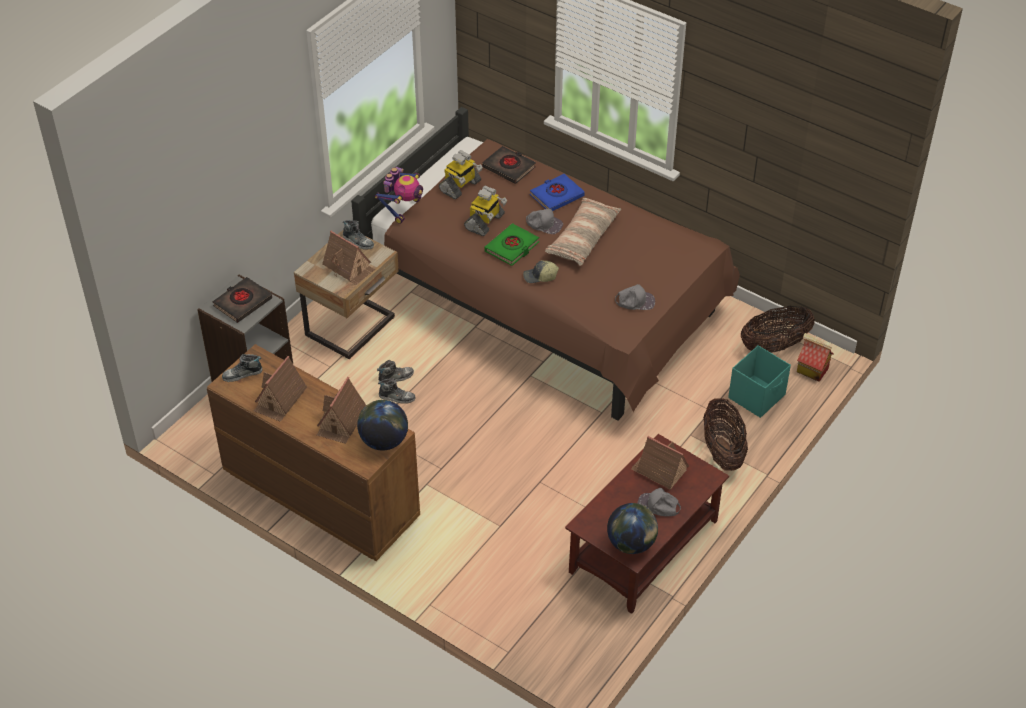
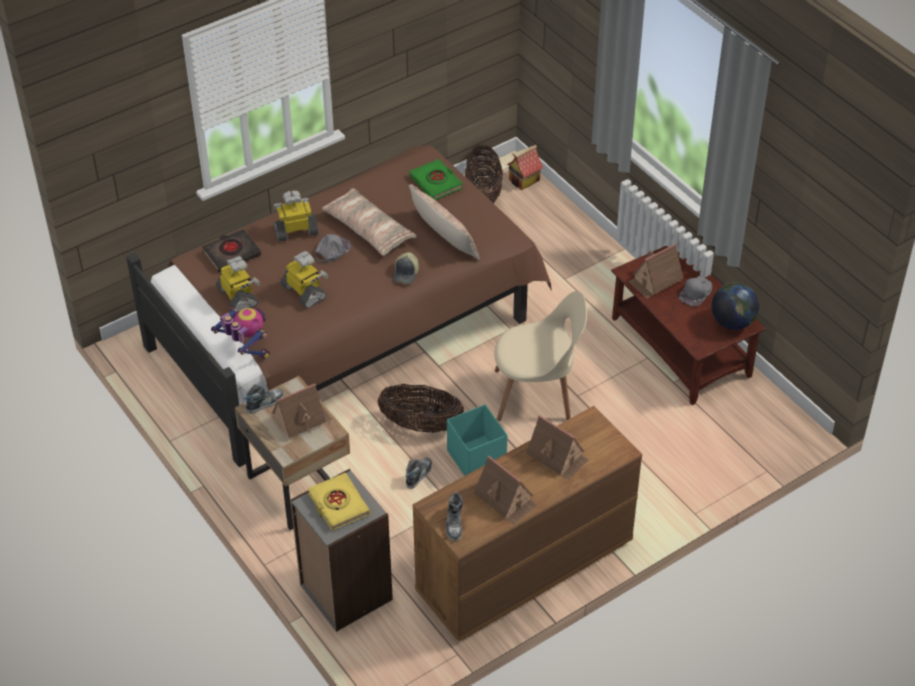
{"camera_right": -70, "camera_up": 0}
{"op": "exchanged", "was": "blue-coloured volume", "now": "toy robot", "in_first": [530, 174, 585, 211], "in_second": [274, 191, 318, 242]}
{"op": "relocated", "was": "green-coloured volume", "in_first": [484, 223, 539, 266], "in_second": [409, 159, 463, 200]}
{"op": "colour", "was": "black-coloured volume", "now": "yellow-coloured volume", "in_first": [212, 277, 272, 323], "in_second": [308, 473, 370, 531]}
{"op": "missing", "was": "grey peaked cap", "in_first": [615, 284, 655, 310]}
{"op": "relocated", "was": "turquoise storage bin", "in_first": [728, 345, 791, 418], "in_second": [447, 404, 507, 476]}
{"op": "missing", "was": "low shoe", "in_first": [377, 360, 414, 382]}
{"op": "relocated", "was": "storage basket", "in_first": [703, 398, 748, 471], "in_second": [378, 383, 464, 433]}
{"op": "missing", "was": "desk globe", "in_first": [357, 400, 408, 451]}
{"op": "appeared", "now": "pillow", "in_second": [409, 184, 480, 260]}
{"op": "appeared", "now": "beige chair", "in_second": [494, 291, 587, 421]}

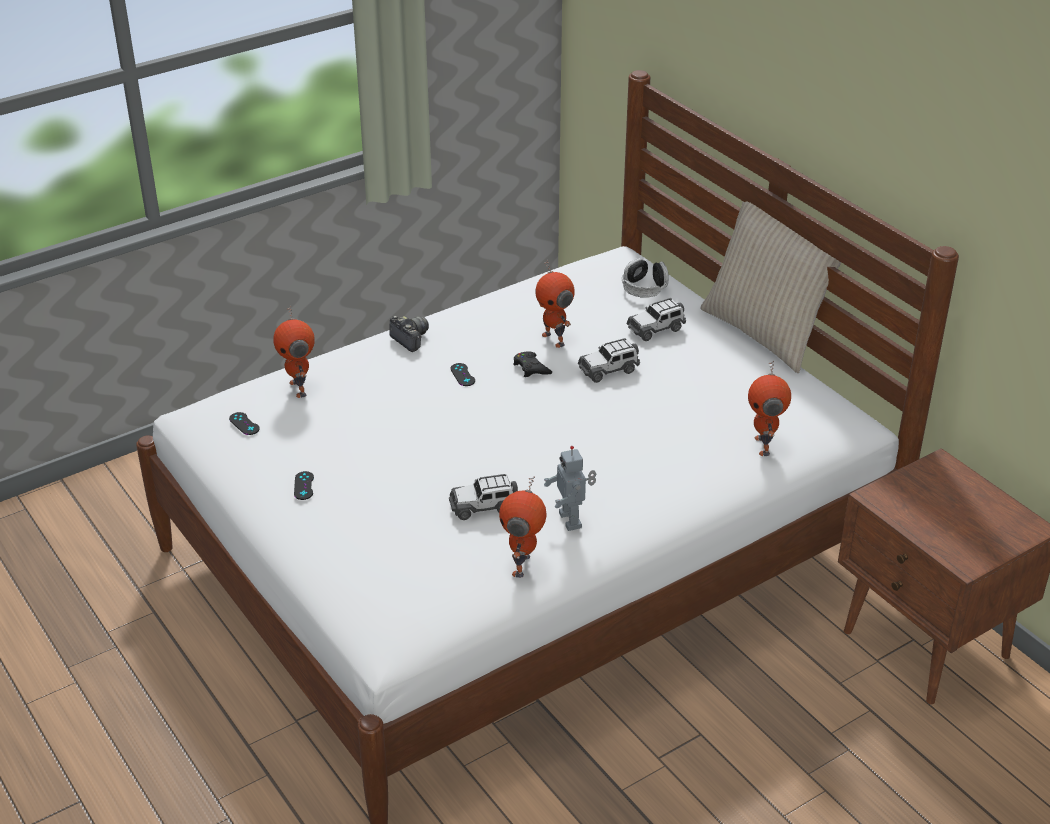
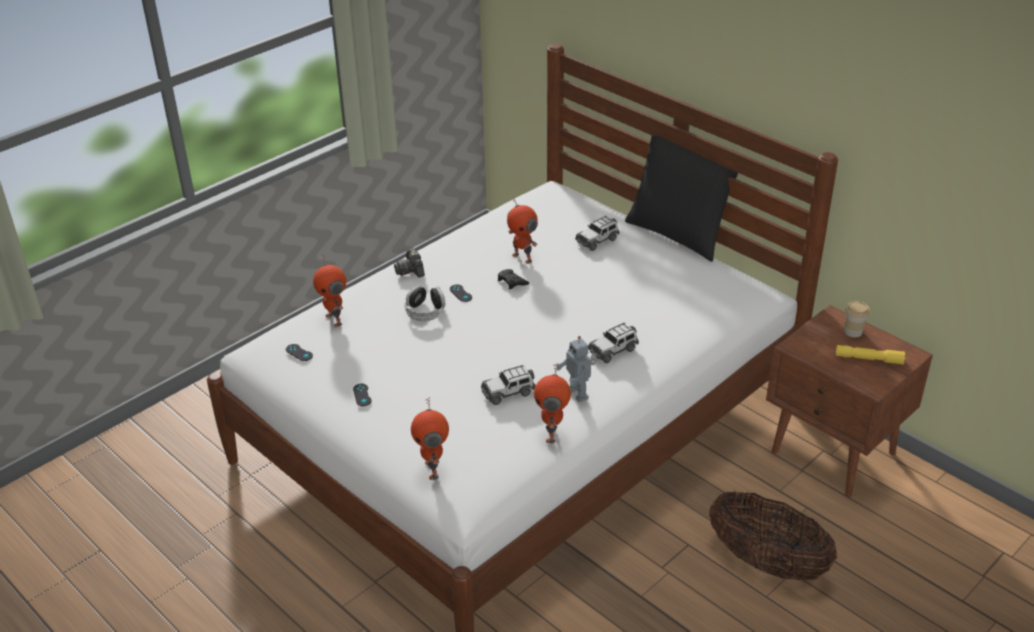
{"camera_right": -10, "camera_up": 0}
{"op": "colour", "was": "beige pillow", "now": "black-coloured pillow", "in_first": [700, 202, 841, 373], "in_second": [625, 136, 738, 262]}
{"op": "relocated", "was": "headphones", "in_first": [622, 258, 669, 297], "in_second": [404, 285, 445, 321]}
{"op": "spun", "was": "photo camera", "in_first": [389, 316, 429, 352], "in_second": [394, 248, 425, 278], "clockwise": -150}
{"op": "relocated", "was": "toy car", "in_first": [578, 338, 640, 383], "in_second": [588, 323, 639, 363]}
{"op": "relocated", "was": "toy robot", "in_first": [748, 361, 791, 456], "in_second": [411, 397, 449, 480]}
{"op": "appeared", "now": "small cup", "in_second": [844, 301, 870, 337]}
{"op": "appeared", "now": "yellow-coloured hand torch", "in_second": [836, 345, 905, 365]}
{"op": "appeared", "now": "storage basket", "in_second": [709, 491, 837, 580]}

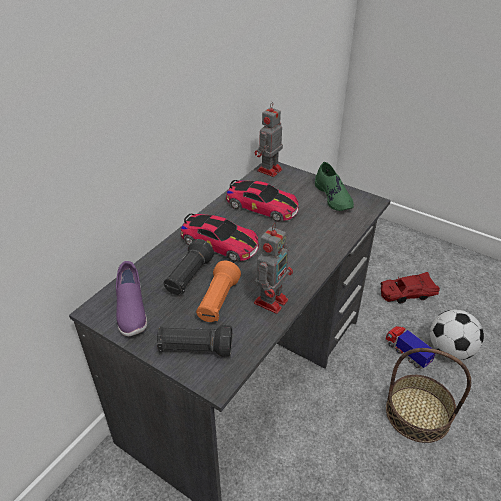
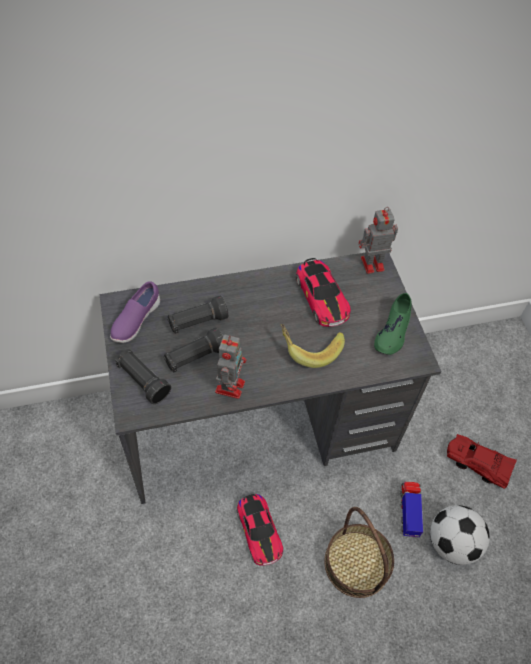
{"camera_right": 40, "camera_up": 15}
{"op": "relocated", "was": "toy car", "in_first": [181, 214, 259, 262], "in_second": [237, 494, 283, 566]}
{"op": "spun", "was": "toy robot", "in_first": [254, 223, 293, 314], "in_second": [215, 335, 246, 399], "clockwise": -60}
{"op": "colour", "was": "orangey hand torch", "now": "black-coloured hand torch", "in_first": [196, 261, 241, 322], "in_second": [164, 328, 223, 373]}
{"op": "appeared", "now": "banana fruit", "in_second": [281, 324, 345, 368]}

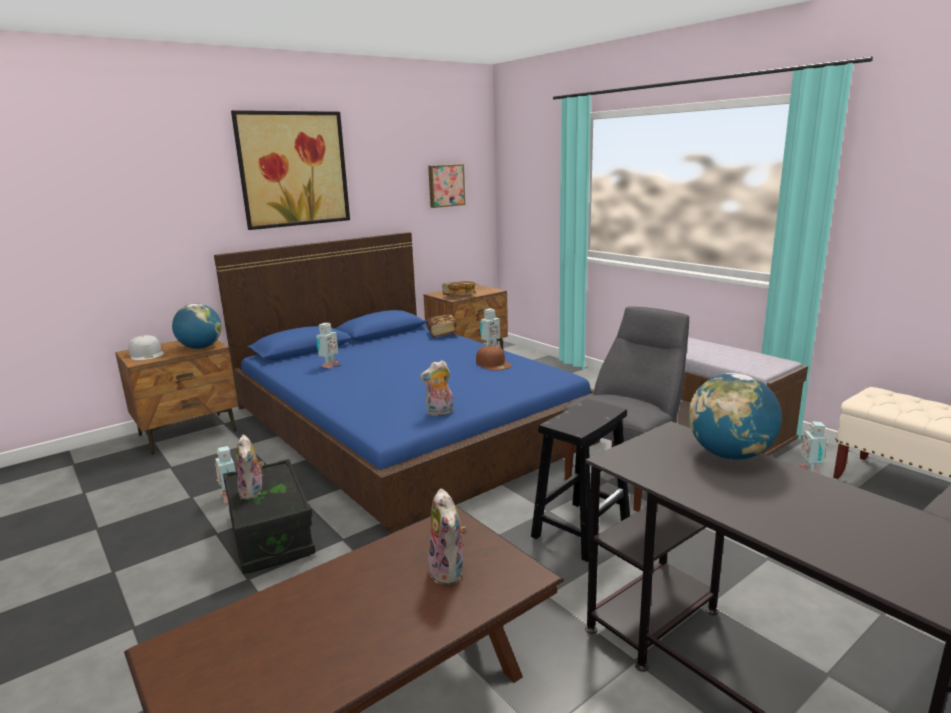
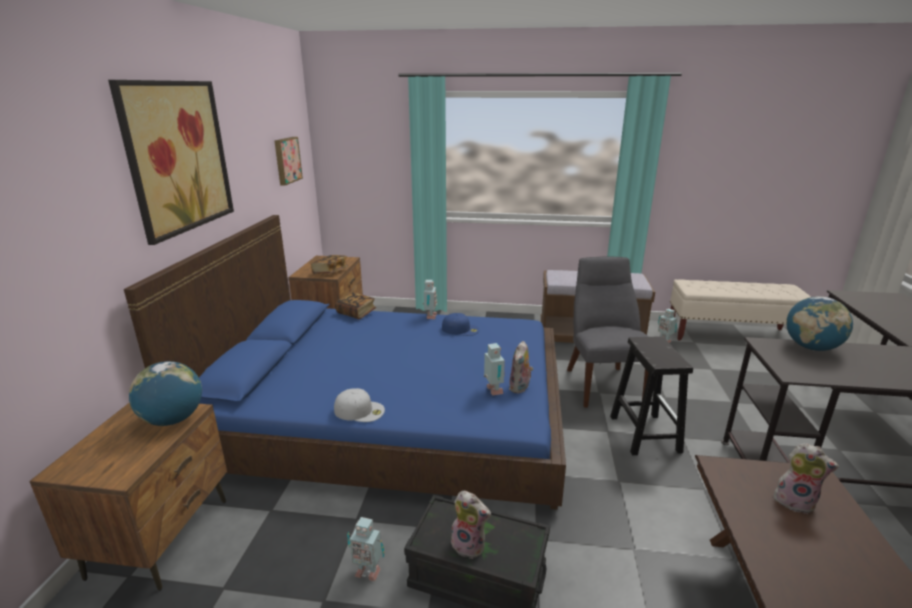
{"camera_right": -45, "camera_up": 5}
{"op": "relocated", "was": "toy robot", "in_first": [316, 323, 339, 368], "in_second": [484, 343, 505, 396]}
{"op": "relocated", "was": "white-coloured peaked cap", "in_first": [128, 335, 164, 361], "in_second": [334, 388, 385, 422]}
{"op": "colour", "was": "brown peaked cap", "now": "blue-coloured peaked cap", "in_first": [476, 345, 512, 371], "in_second": [442, 313, 479, 336]}

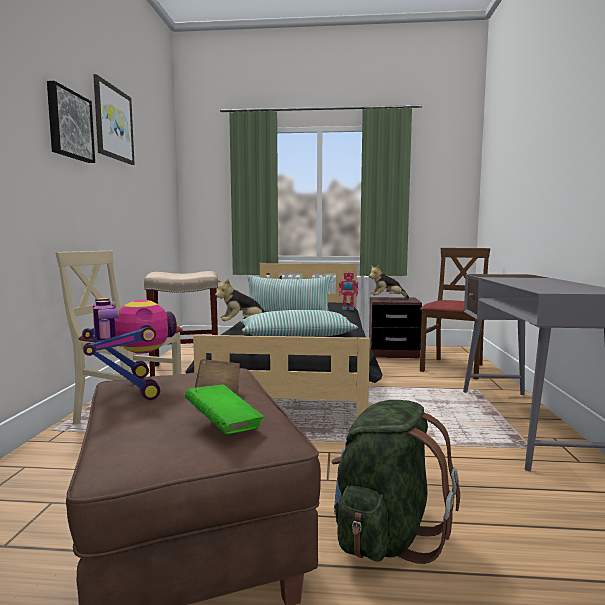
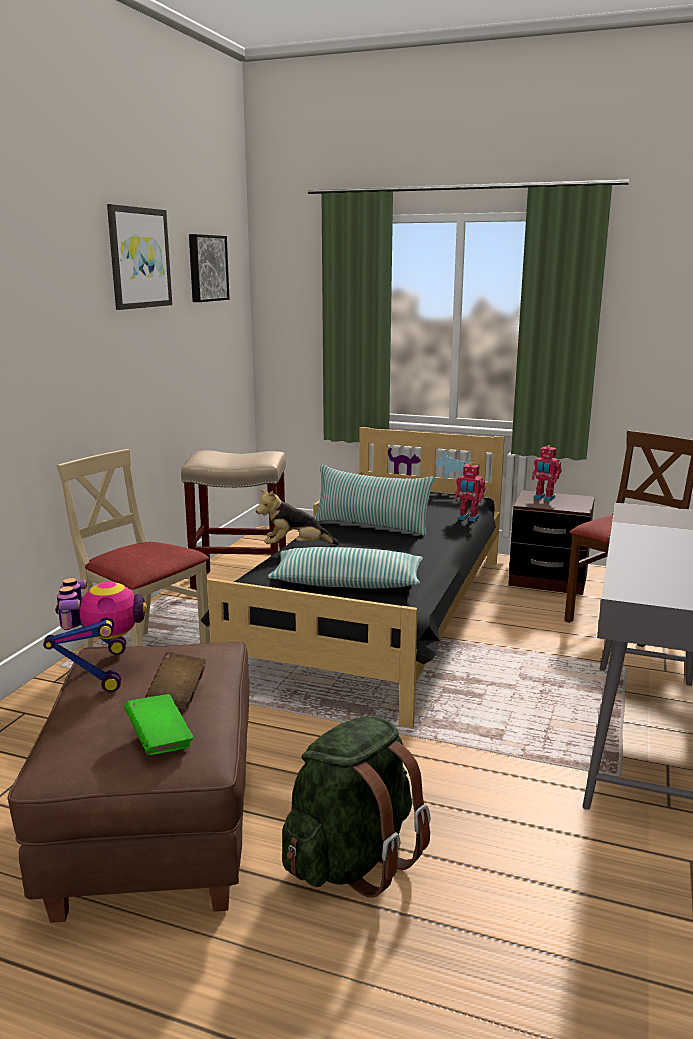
{"camera_right": 15, "camera_up": 10}
{"op": "relocated", "was": "wall art", "in_first": [47, 81, 95, 163], "in_second": [189, 234, 230, 302]}
{"op": "exchanged", "was": "plush toy", "now": "toy robot", "in_first": [369, 265, 409, 298], "in_second": [531, 445, 562, 501]}

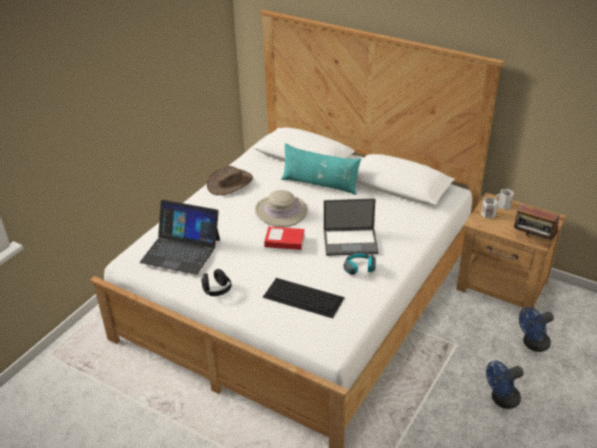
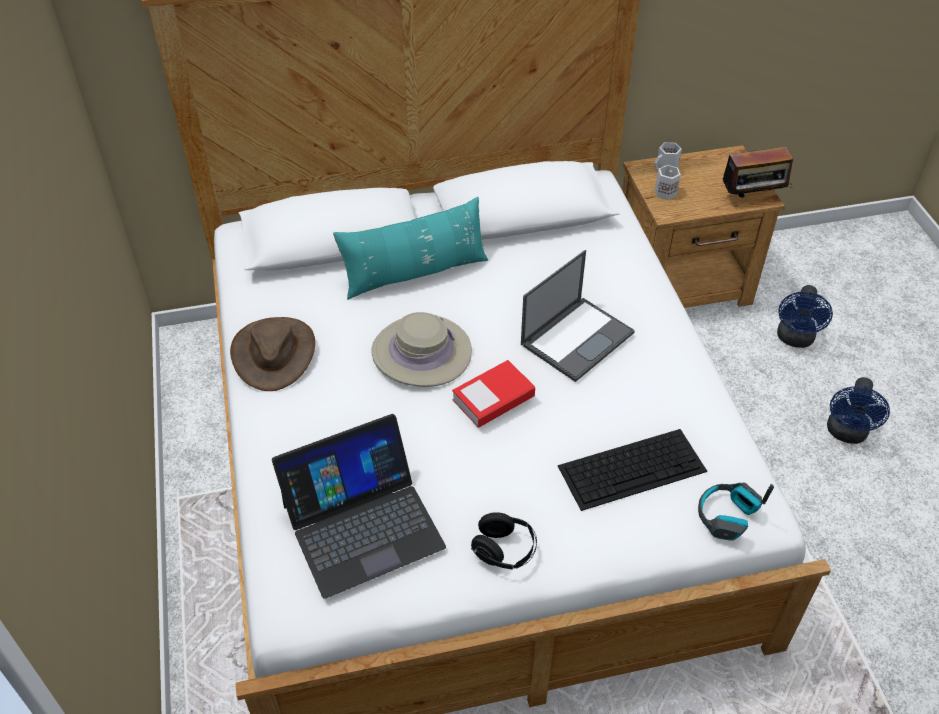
{"camera_right": -45, "camera_up": 10}
{"op": "relocated", "was": "headphones", "in_first": [343, 253, 376, 275], "in_second": [698, 483, 774, 541]}

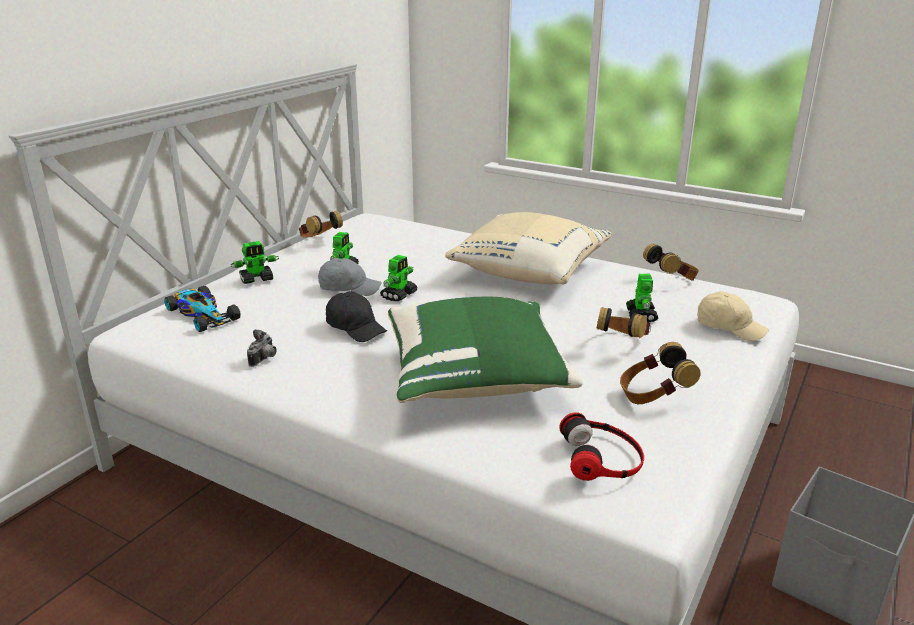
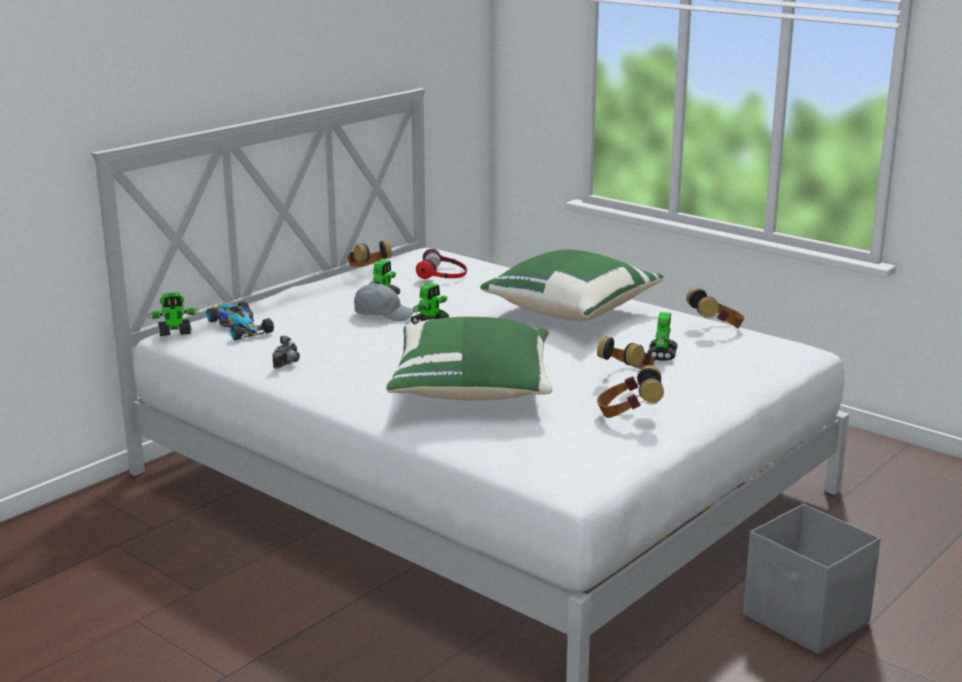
{"camera_right": 10, "camera_up": -5}
{"op": "colour", "was": "beige pillow", "now": "green-coloured pillow", "in_first": [445, 212, 611, 285], "in_second": [480, 249, 663, 321]}
{"op": "relocated", "was": "toy robot", "in_first": [231, 241, 279, 284], "in_second": [147, 292, 200, 336]}
{"op": "missing", "was": "black-coloured peaked cap", "in_first": [326, 291, 387, 342]}
{"op": "missing", "was": "beige peaked cap", "in_first": [697, 291, 770, 341]}
{"op": "relocated", "was": "headphones", "in_first": [559, 412, 644, 481], "in_second": [416, 249, 467, 279]}

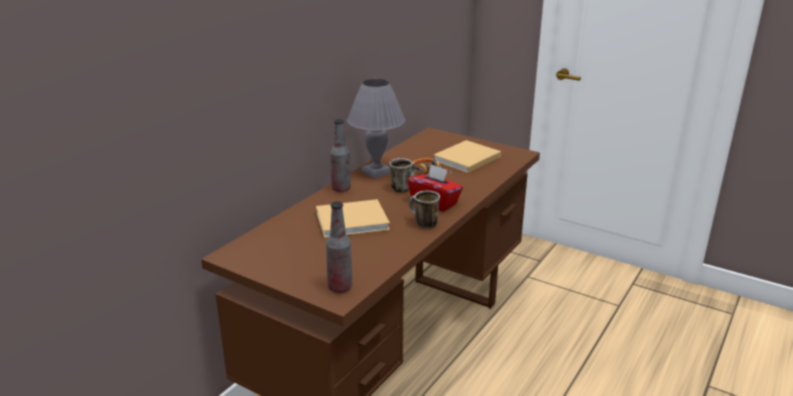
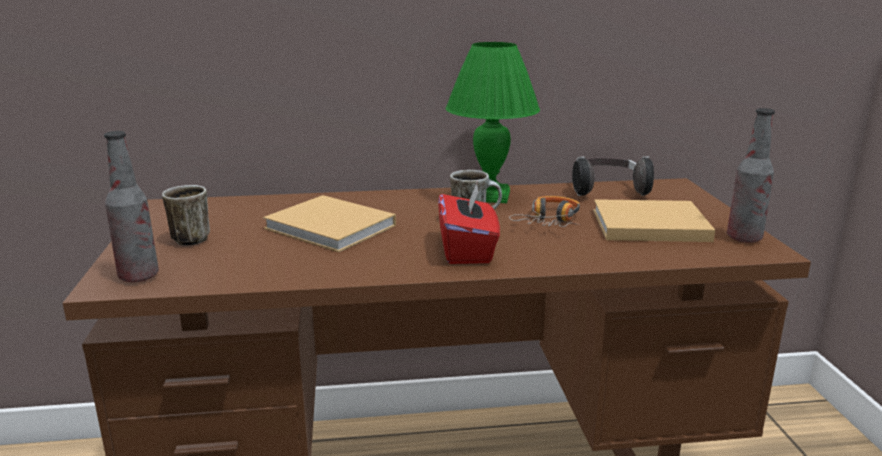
{"camera_right": 50, "camera_up": -5}
{"op": "colour", "was": "grey tabletop lamp", "now": "green-coloured tabletop lamp", "in_first": [347, 79, 405, 179], "in_second": [446, 42, 540, 203]}
{"op": "relocated", "was": "drink bottle", "in_first": [330, 119, 351, 192], "in_second": [727, 108, 775, 243]}
{"op": "relocated", "was": "coffee mug", "in_first": [409, 191, 440, 229], "in_second": [162, 185, 210, 246]}
{"op": "appeared", "now": "headphones", "in_second": [572, 156, 654, 196]}

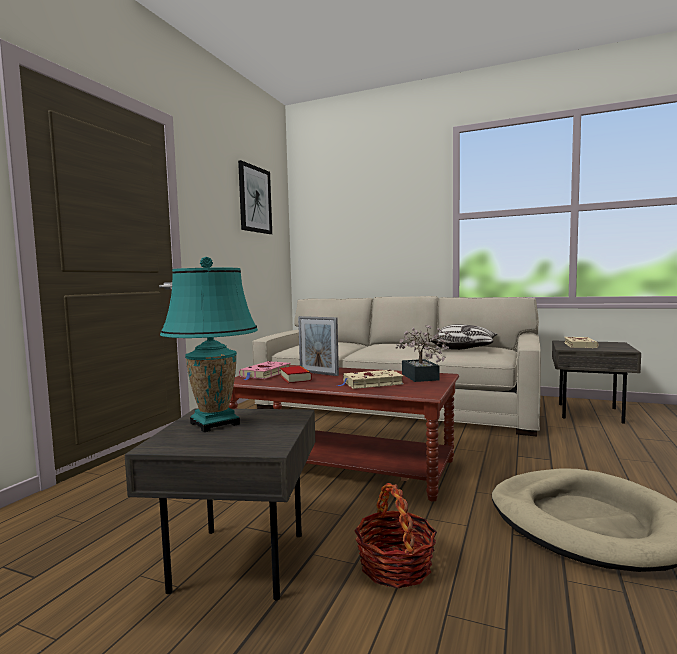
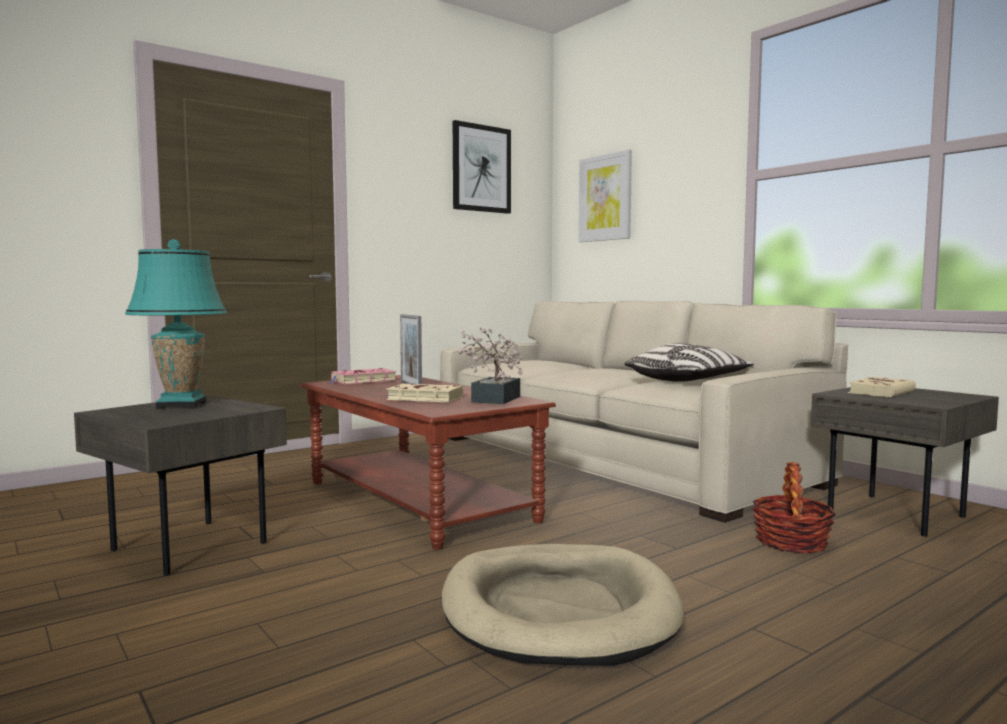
{"camera_right": 30, "camera_up": 0}
{"op": "missing", "was": "volume", "in_first": [280, 366, 312, 383]}
{"op": "relocated", "was": "storage basket", "in_first": [354, 483, 437, 588], "in_second": [752, 462, 836, 554]}
{"op": "appeared", "now": "wall art", "in_second": [579, 149, 632, 242]}

